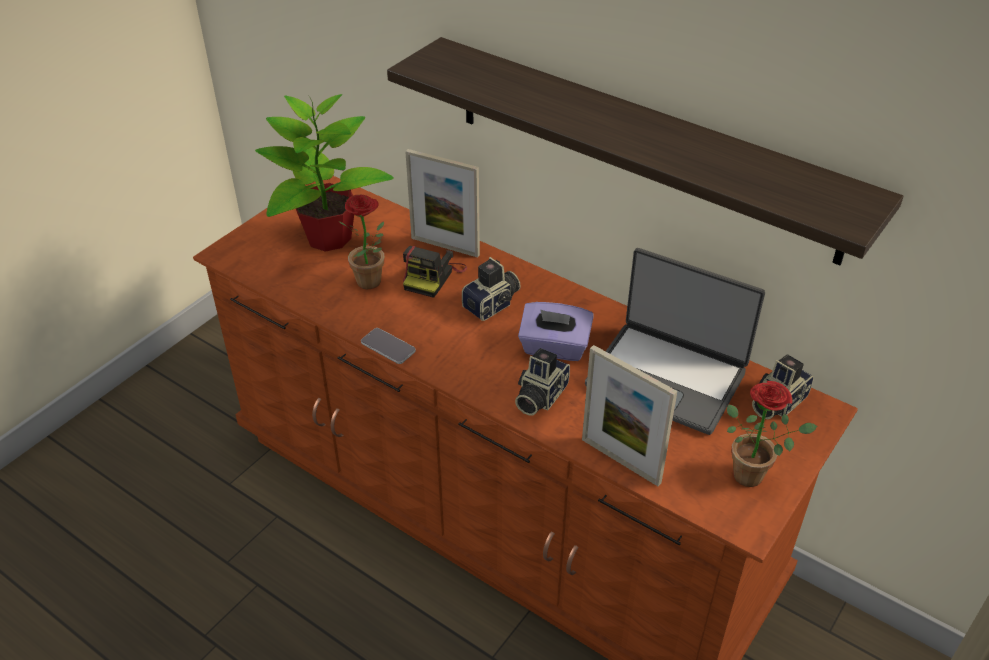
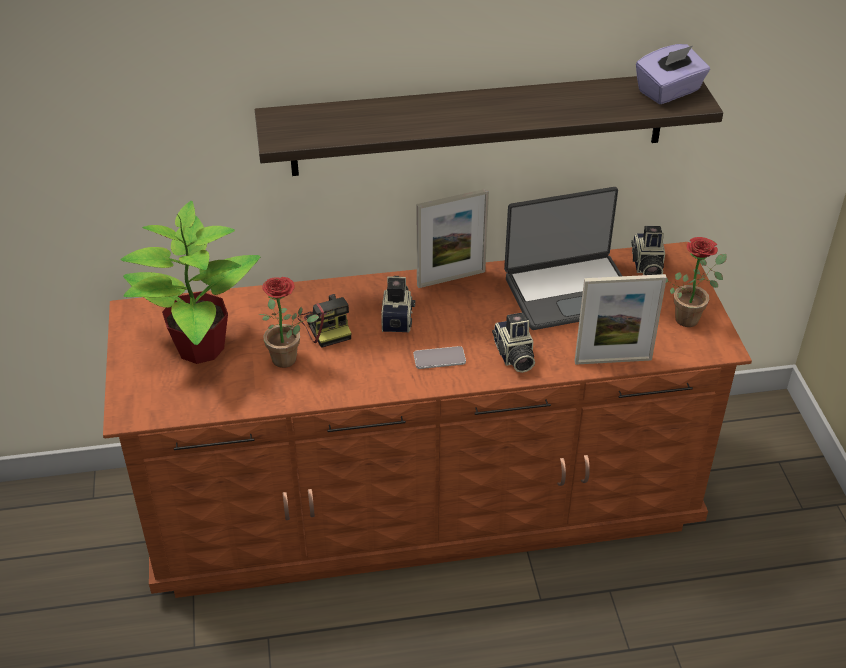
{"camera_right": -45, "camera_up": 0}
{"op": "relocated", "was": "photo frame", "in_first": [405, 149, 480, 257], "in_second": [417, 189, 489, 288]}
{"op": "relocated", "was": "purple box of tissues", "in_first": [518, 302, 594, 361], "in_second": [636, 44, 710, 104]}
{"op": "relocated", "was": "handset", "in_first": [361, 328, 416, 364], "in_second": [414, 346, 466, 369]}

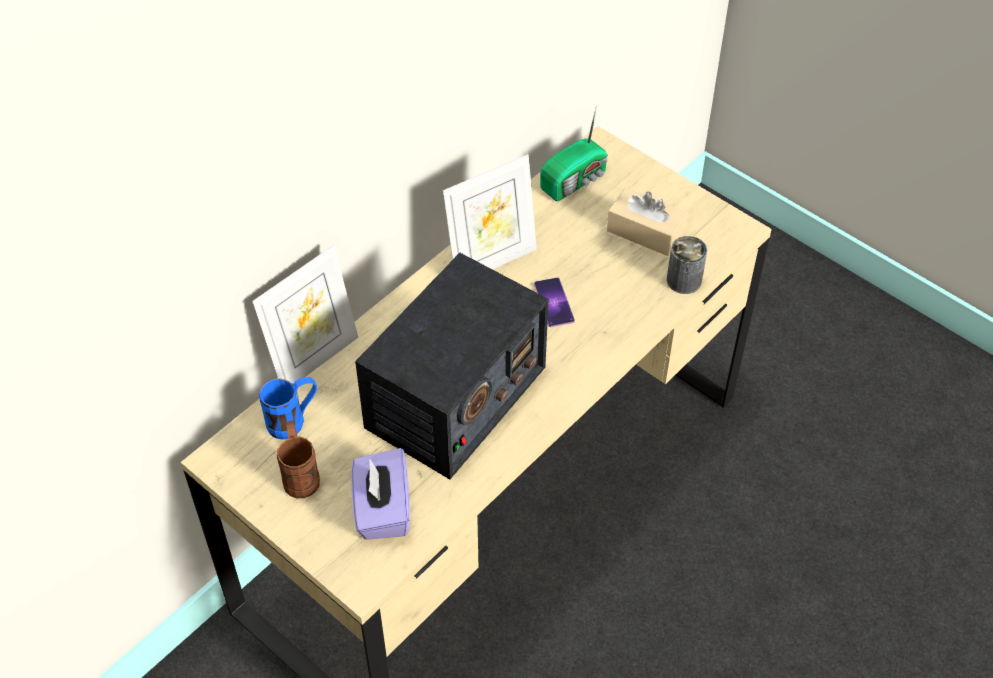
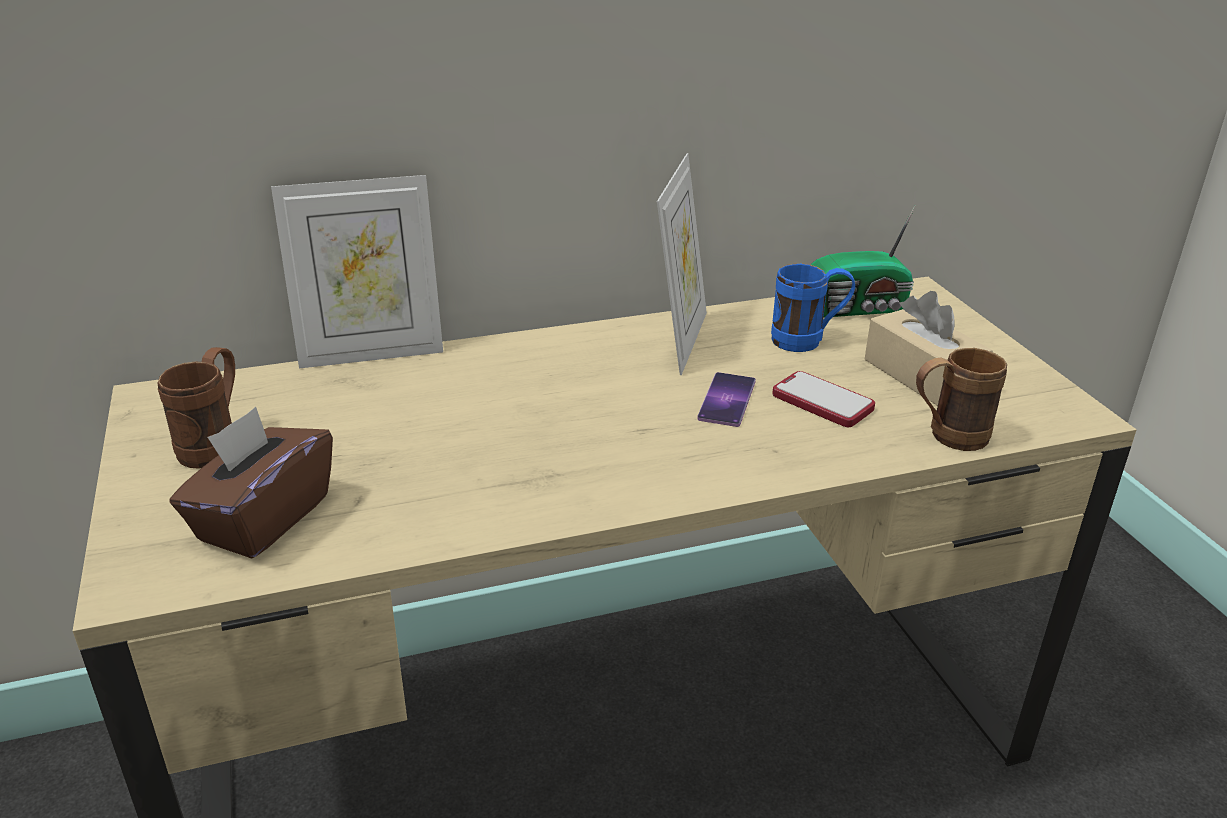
{"camera_right": 30, "camera_up": -20}
{"op": "spun", "was": "photo frame", "in_first": [443, 154, 537, 269], "in_second": [657, 153, 707, 375], "clockwise": -75}
{"op": "exchanged", "was": "metal can", "now": "brown coffee mug", "in_first": [667, 236, 707, 294], "in_second": [916, 348, 1007, 451]}
{"op": "missing", "was": "radio set", "in_first": [355, 253, 549, 479]}
{"op": "relocated", "was": "blue-coloured coffee mug", "in_first": [259, 377, 317, 440], "in_second": [771, 264, 855, 352]}
{"op": "colour", "was": "purple box of tissues", "now": "brown box of tissues", "in_first": [351, 448, 410, 540], "in_second": [170, 407, 333, 559]}
{"op": "appeared", "now": "handset", "in_second": [772, 371, 875, 427]}

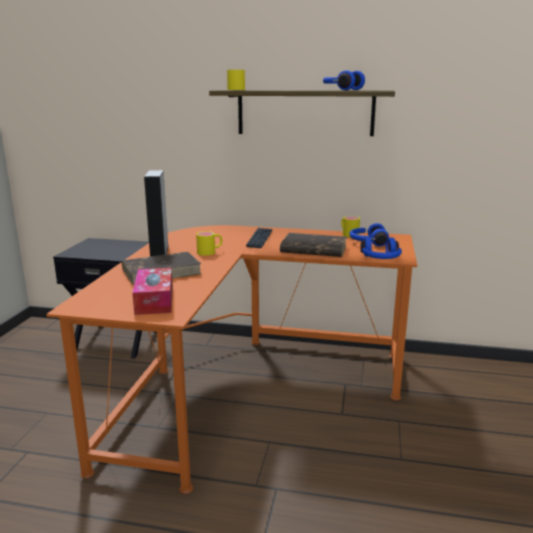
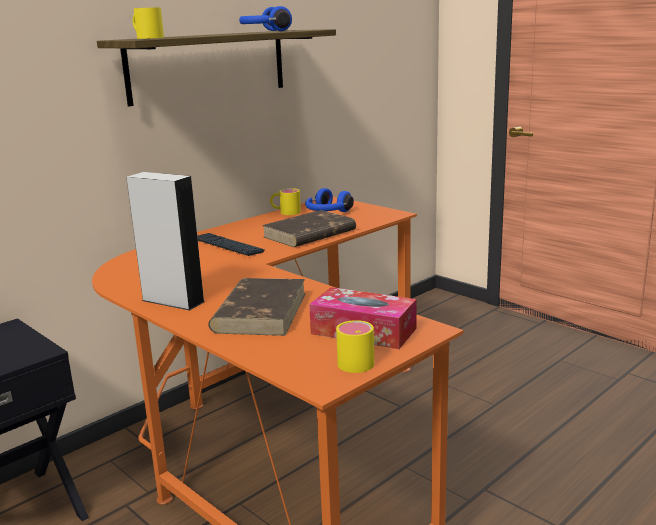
{"camera_right": -55, "camera_up": 0}
{"op": "relocated", "was": "yellow-coloured coffee mug", "in_first": [196, 231, 222, 256], "in_second": [336, 320, 374, 373]}
{"op": "missing", "was": "blue-coloured headphones", "in_first": [360, 237, 402, 259]}

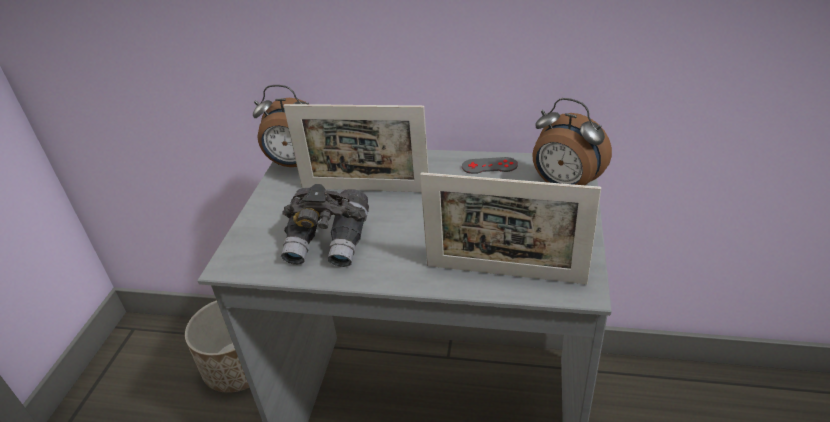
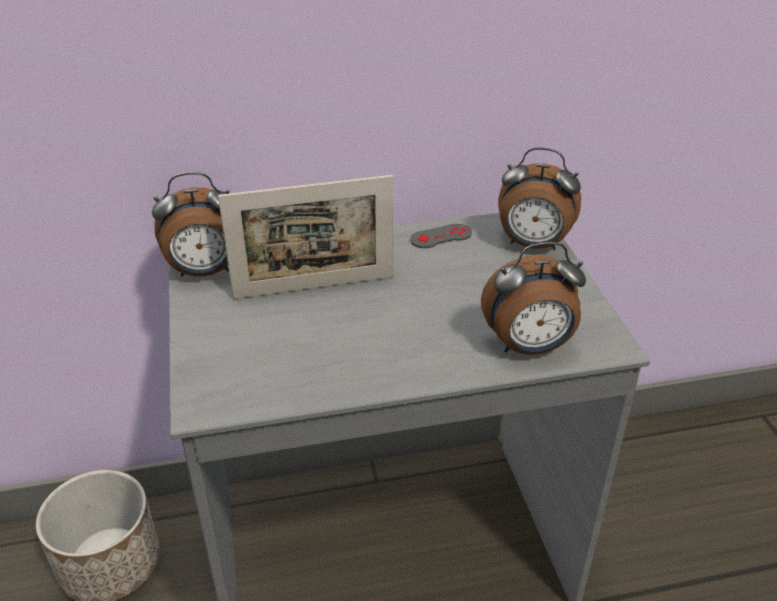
{"camera_right": -25, "camera_up": 0}
{"op": "exchanged", "was": "photo frame", "now": "bedside clock", "in_first": [420, 172, 601, 284], "in_second": [481, 242, 586, 355]}
{"op": "missing", "was": "grey field glasses", "in_first": [281, 184, 369, 267]}

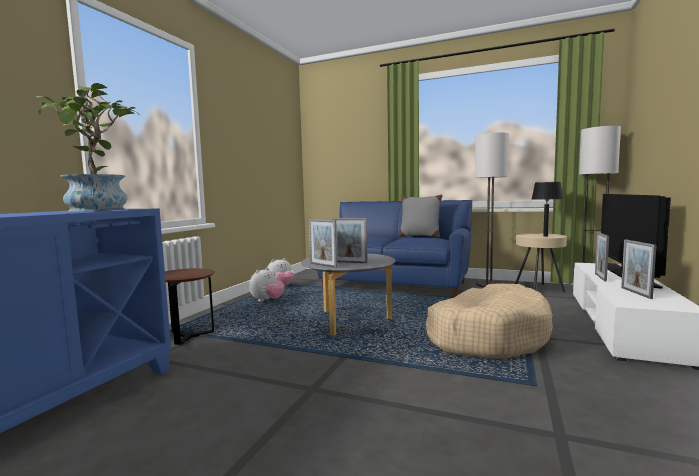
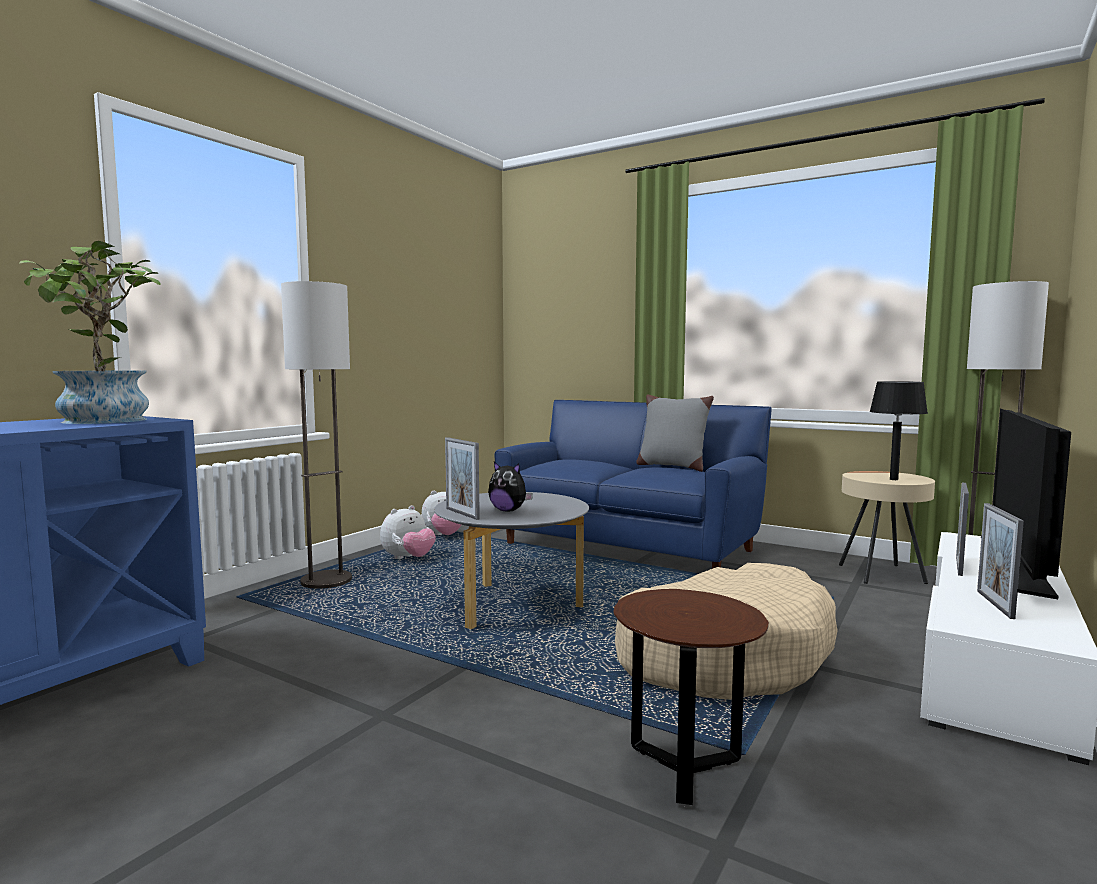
{"camera_right": 10, "camera_up": 0}
{"op": "relocated", "was": "standing lamp", "in_first": [475, 133, 509, 288], "in_second": [281, 281, 352, 589]}
{"op": "exchanged", "was": "photo frame", "now": "plush toy", "in_first": [331, 218, 368, 263], "in_second": [488, 462, 533, 512]}
{"op": "relocated", "was": "brown accent table", "in_first": [165, 268, 215, 345], "in_second": [614, 589, 769, 805]}

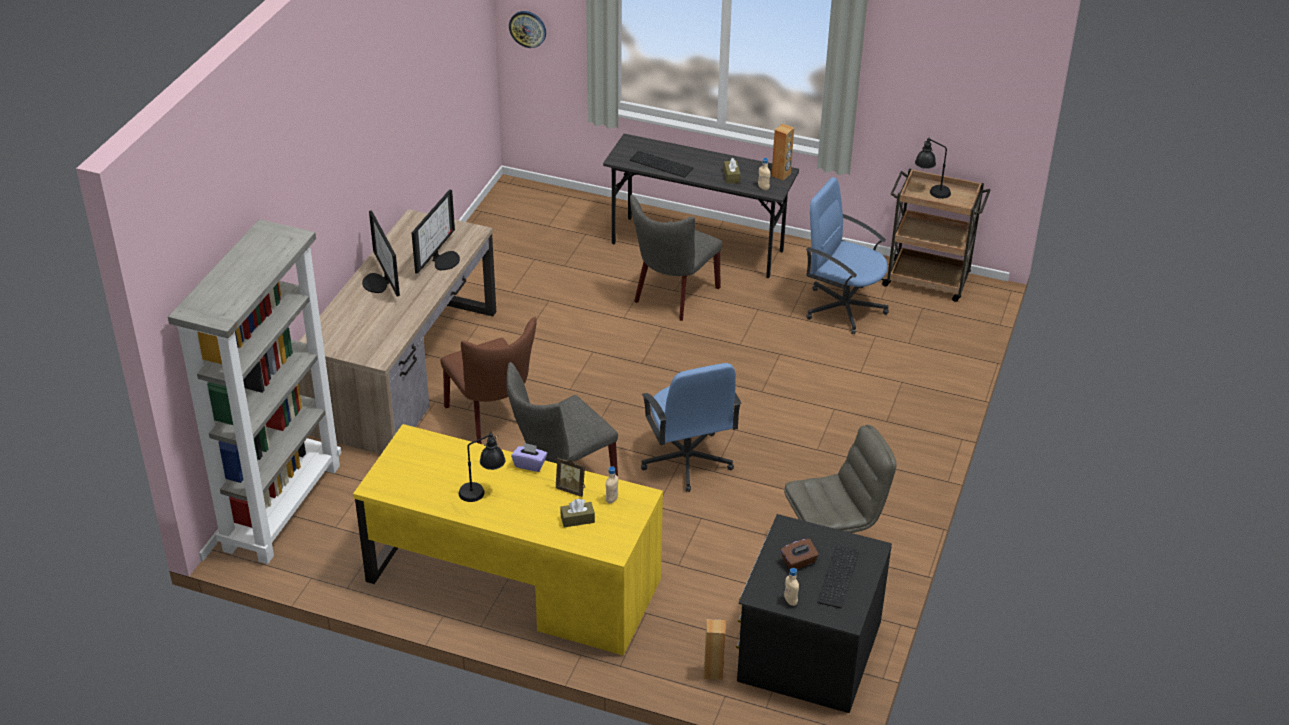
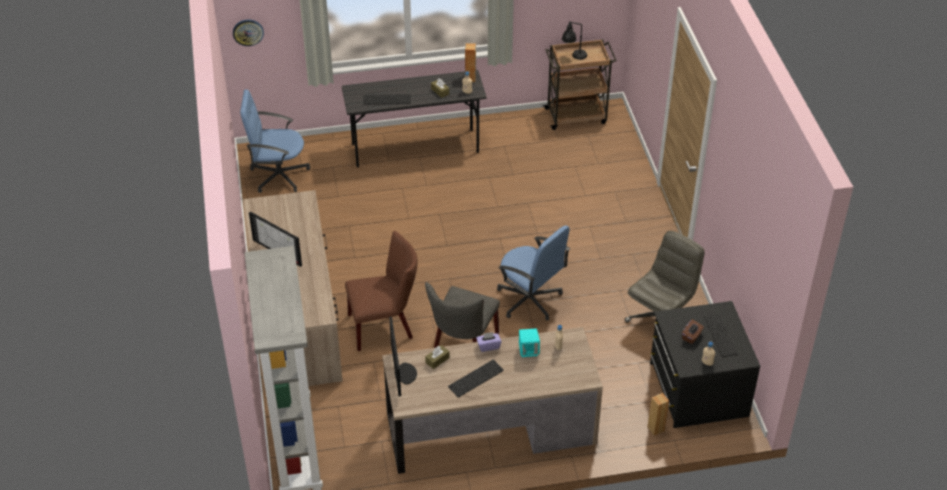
{"camera_right": -30, "camera_up": 5}
{"op": "relocated", "was": "blue-coloured office chair", "in_first": [806, 177, 889, 334], "in_second": [240, 89, 310, 193]}
{"op": "relocated", "was": "computer display", "in_first": [412, 189, 460, 274], "in_second": [389, 317, 417, 397]}
{"op": "missing", "was": "grey chair", "in_first": [630, 195, 722, 321]}
{"op": "spun", "was": "brown chair", "in_first": [440, 317, 537, 444], "in_second": [345, 231, 418, 351], "clockwise": -45}
{"op": "colour", "was": "yellow-coloured desk table", "now": "brown desk table", "in_first": [353, 424, 663, 656], "in_second": [382, 327, 603, 474]}
{"op": "exchanged", "was": "black-coloured tabletop lamp", "now": "computer keyboard", "in_first": [459, 431, 506, 502], "in_second": [448, 359, 504, 398]}
{"op": "exchanged", "was": "photo frame", "now": "turquoise speaker", "in_first": [556, 458, 585, 497], "in_second": [519, 328, 540, 357]}
{"op": "relocated", "was": "brown box of tissues", "in_first": [560, 499, 595, 528], "in_second": [425, 345, 450, 369]}

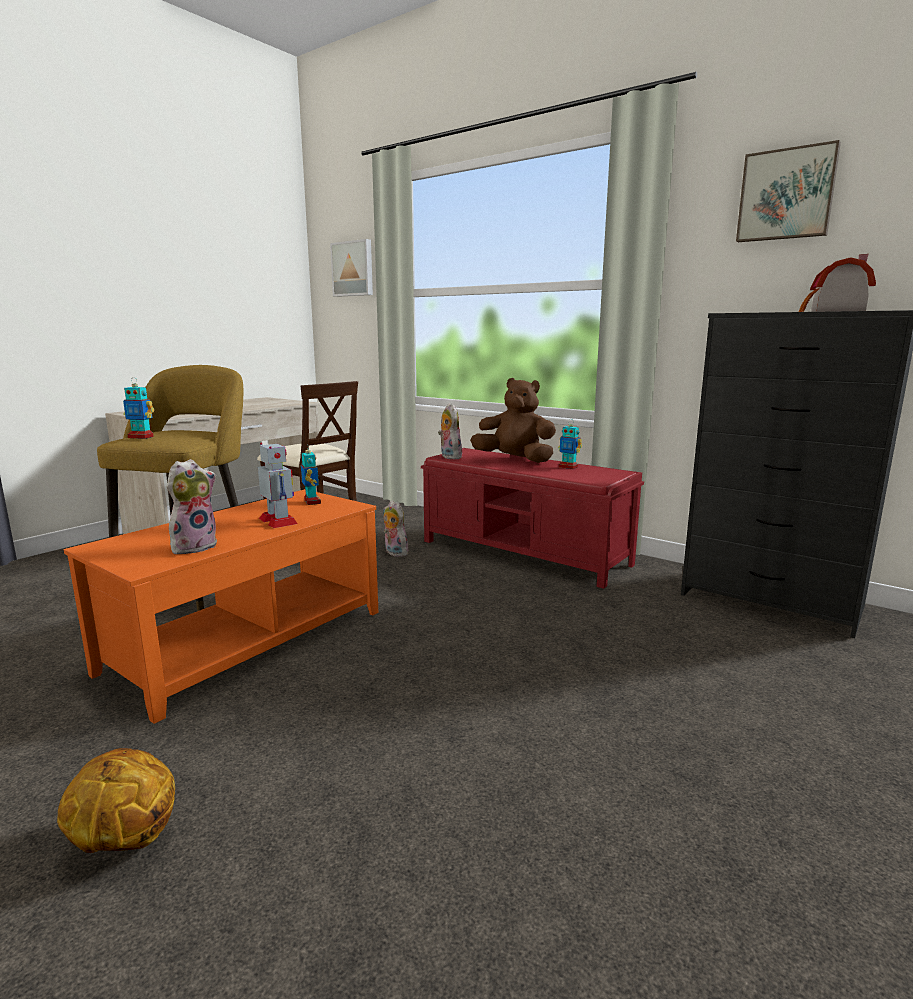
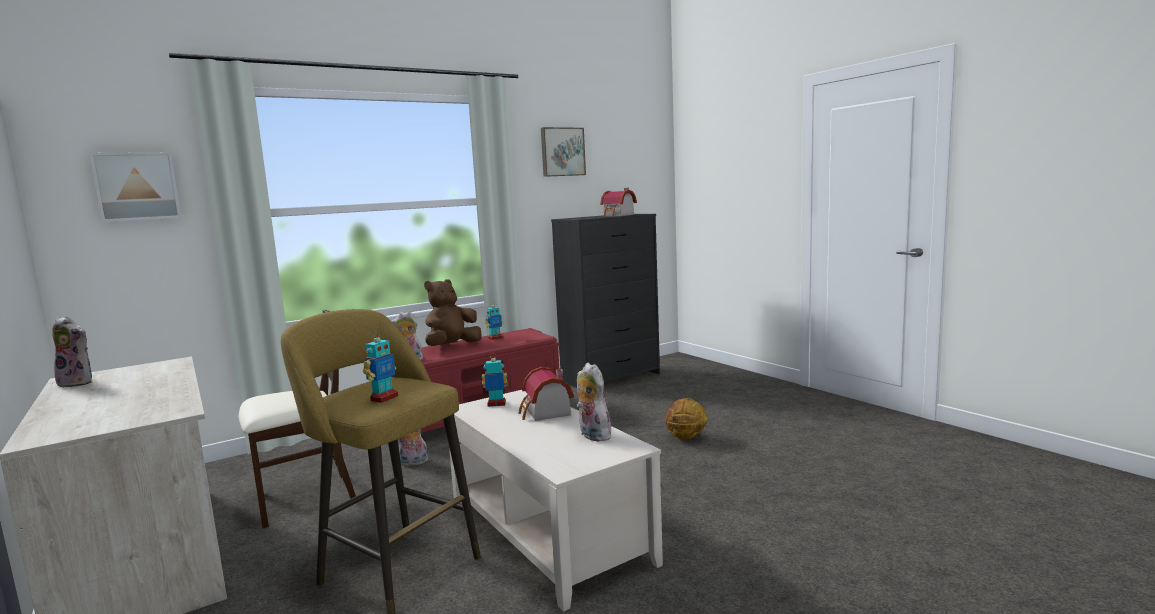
{"camera_right": -70, "camera_up": -5}
{"op": "exchanged", "was": "toy robot", "now": "toy house", "in_first": [258, 443, 298, 528], "in_second": [518, 367, 574, 421]}
{"op": "colour", "was": "orangey low table", "now": "beige low table", "in_first": [64, 489, 378, 724], "in_second": [449, 390, 663, 612]}
{"op": "relocated", "was": "basketball ball", "in_first": [57, 748, 175, 853], "in_second": [665, 398, 707, 440]}
{"op": "appeared", "now": "plush toy", "in_second": [52, 316, 92, 387]}

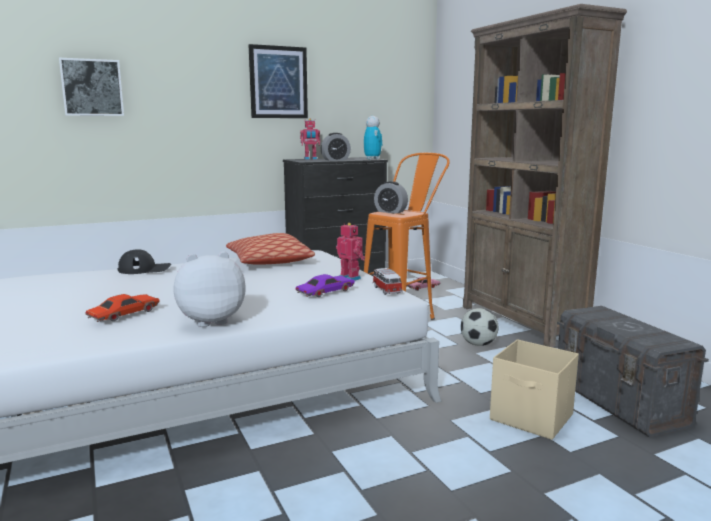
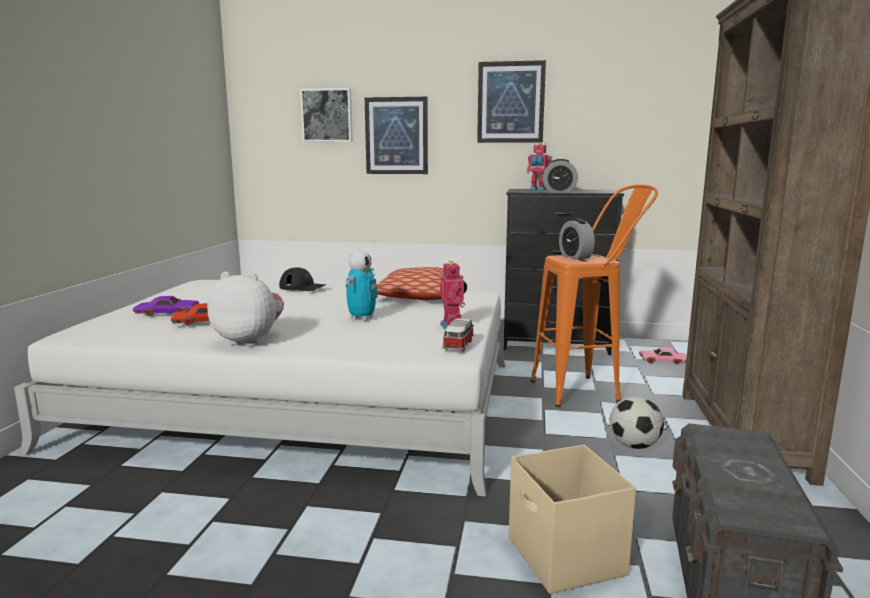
{"camera_right": 35, "camera_up": 0}
{"op": "relocated", "was": "toy robot", "in_first": [364, 116, 382, 160], "in_second": [346, 251, 378, 321]}
{"op": "relocated", "was": "purple toy car", "in_first": [295, 274, 355, 297], "in_second": [133, 296, 199, 316]}
{"op": "appeared", "now": "wall art", "in_second": [365, 97, 428, 174]}

